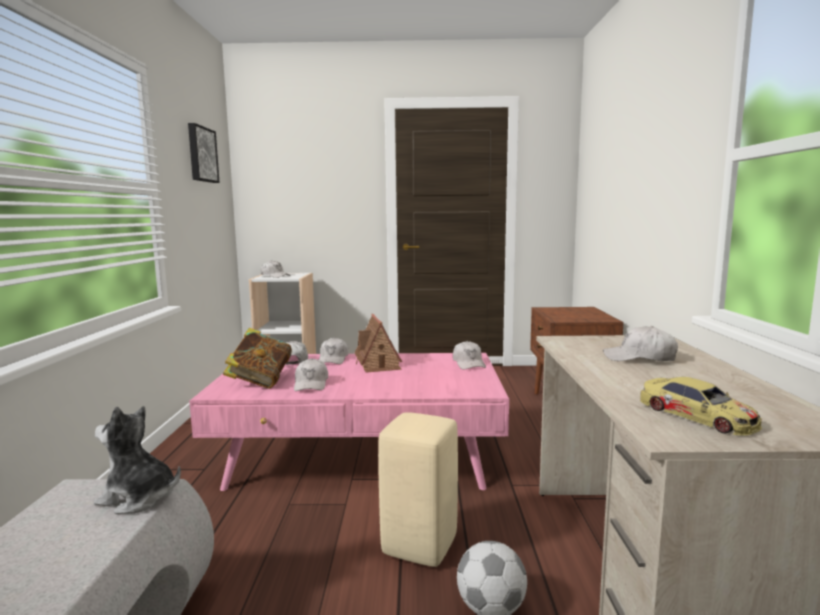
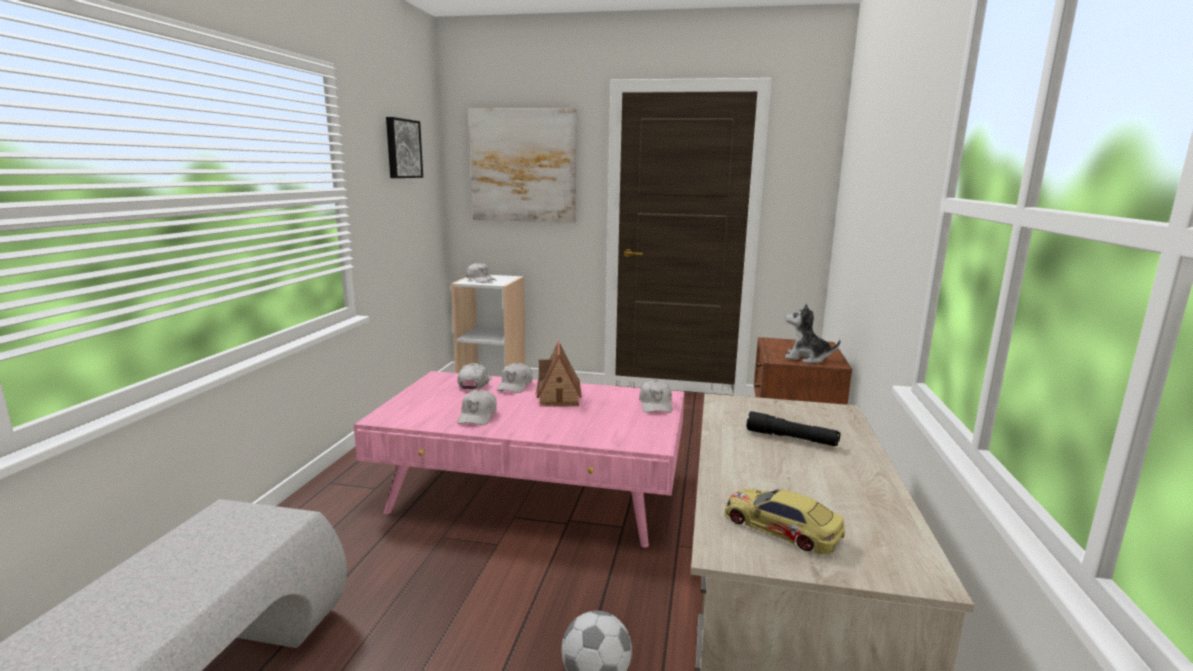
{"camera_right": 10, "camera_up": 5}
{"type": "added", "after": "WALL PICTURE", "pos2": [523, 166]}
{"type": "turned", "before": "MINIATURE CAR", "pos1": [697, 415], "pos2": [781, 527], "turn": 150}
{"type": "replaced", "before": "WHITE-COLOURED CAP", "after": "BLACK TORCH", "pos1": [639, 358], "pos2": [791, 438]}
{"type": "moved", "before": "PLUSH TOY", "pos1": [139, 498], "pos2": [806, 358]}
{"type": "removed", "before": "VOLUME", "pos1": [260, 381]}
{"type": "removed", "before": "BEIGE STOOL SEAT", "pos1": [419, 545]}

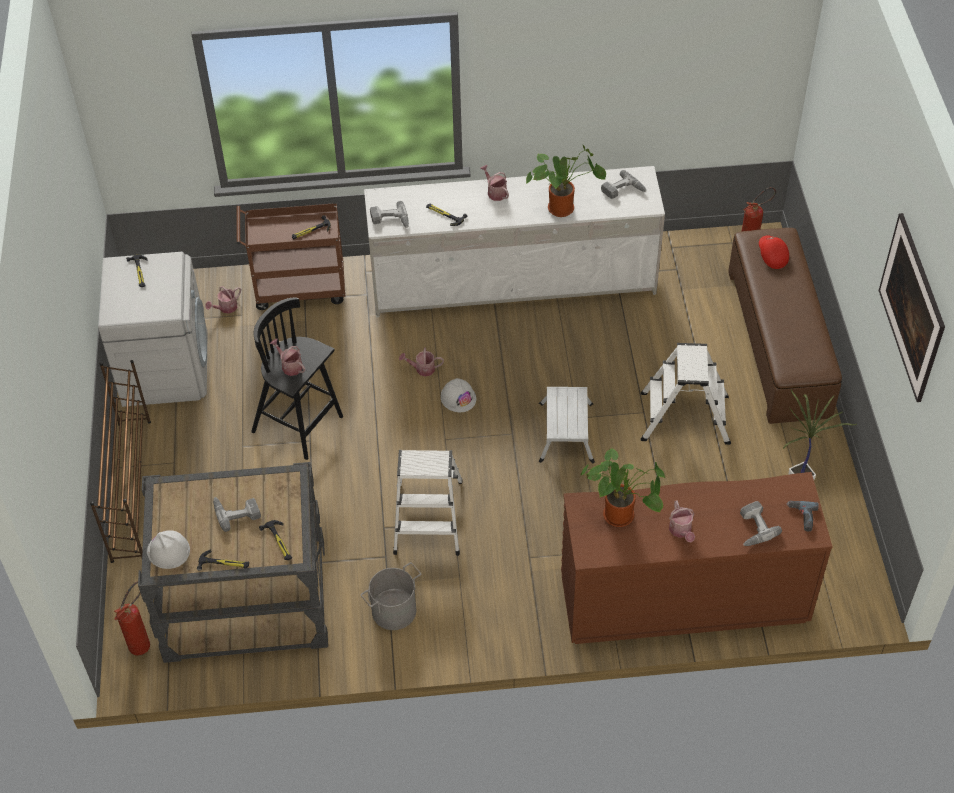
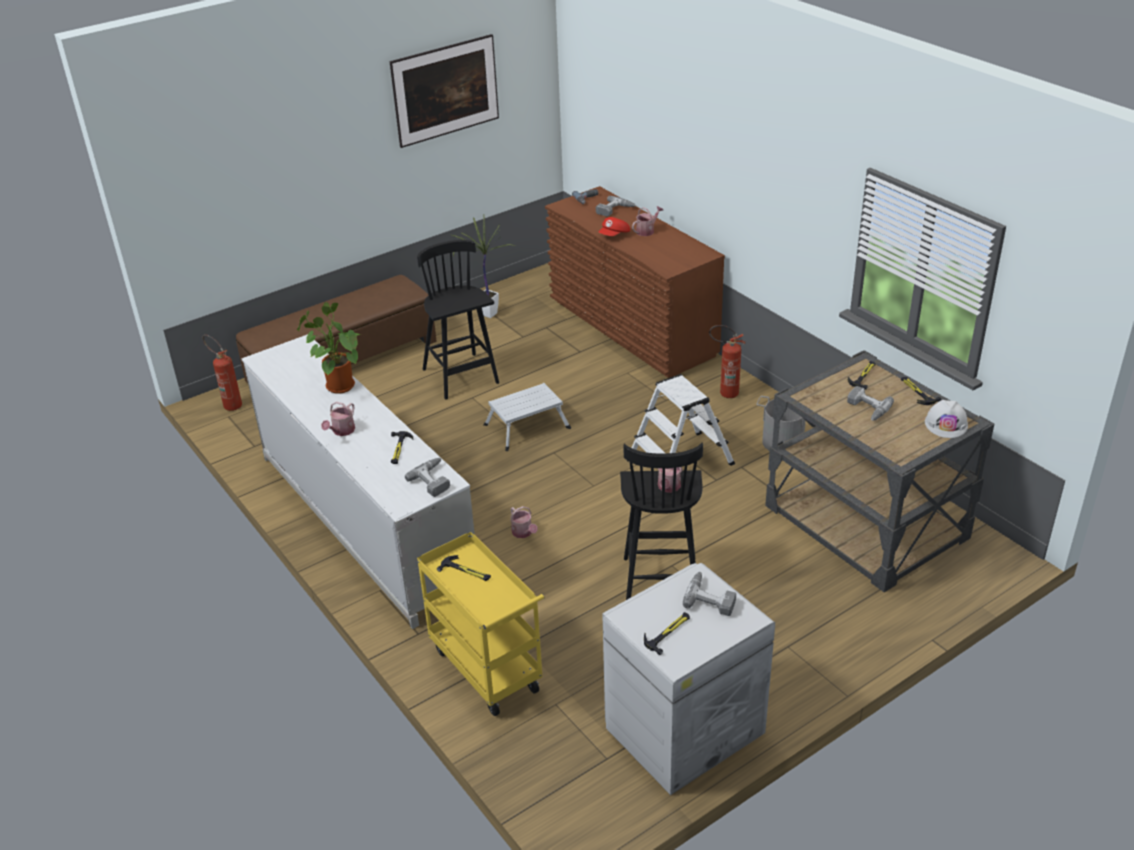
{"camera_right": -120, "camera_up": -15}
{"type": "replaced", "before": "WHITE-COLOURED STEPLADDER", "after": "BLACK STOOL SEAT", "pos1": [685, 418], "pos2": [461, 377]}
{"type": "recoloured", "before": "BROWN-COLOURED CART", "after": "YELLOWISH CART", "pos1": [298, 293], "pos2": [488, 673]}
{"type": "moved", "before": "RED-COLOURED CAP", "pos1": [771, 256], "pos2": [614, 235]}
{"type": "moved", "before": "POWER DRILL", "pos1": [623, 191], "pos2": [711, 597]}
{"type": "moved", "before": "FIRE-FIGHTING CYLINDER", "pos1": [143, 642], "pos2": [724, 393]}
{"type": "removed", "before": "BROWN-COLOURED SHOE SHELF", "pos1": [132, 488]}
{"type": "removed", "before": "SPRINKLING CAN", "pos1": [226, 308]}
{"type": "removed", "before": "WHITE-COLOURED WORK HELMET", "pos1": [458, 398]}
{"type": "removed", "before": "HOUSEPLANT", "pos1": [622, 515]}

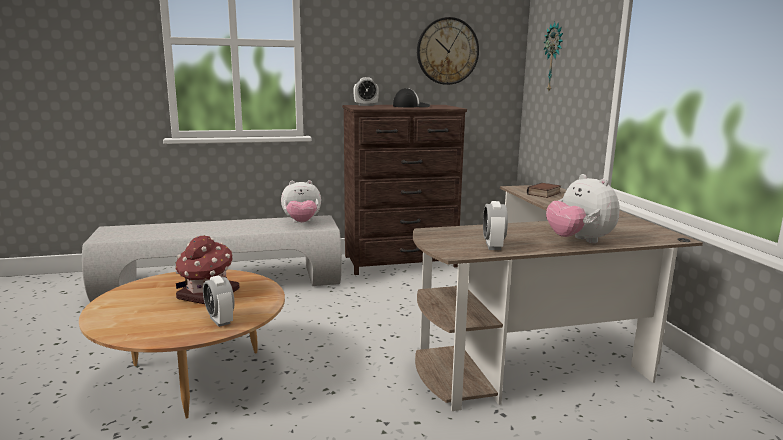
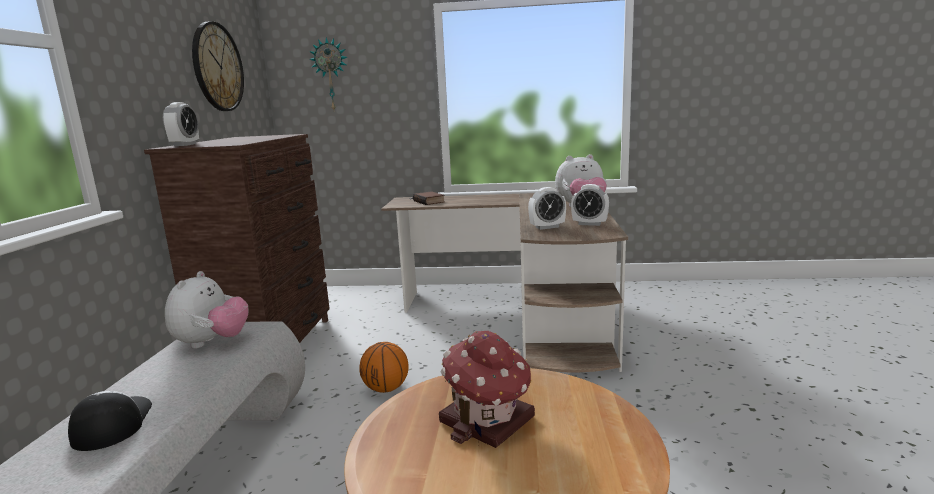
{"camera_right": -70, "camera_up": 0}
{"type": "moved", "before": "CAP", "pos1": [411, 106], "pos2": [111, 424]}
{"type": "added", "after": "BALL FOR BASKETBALL", "pos2": [386, 389]}
{"type": "moved", "before": "ALARM CLOCK", "pos1": [220, 320], "pos2": [547, 227]}

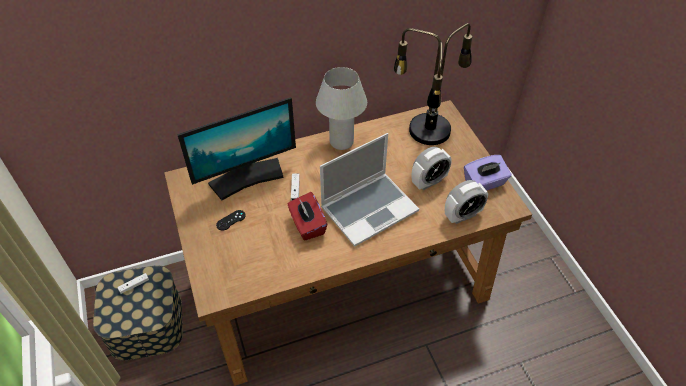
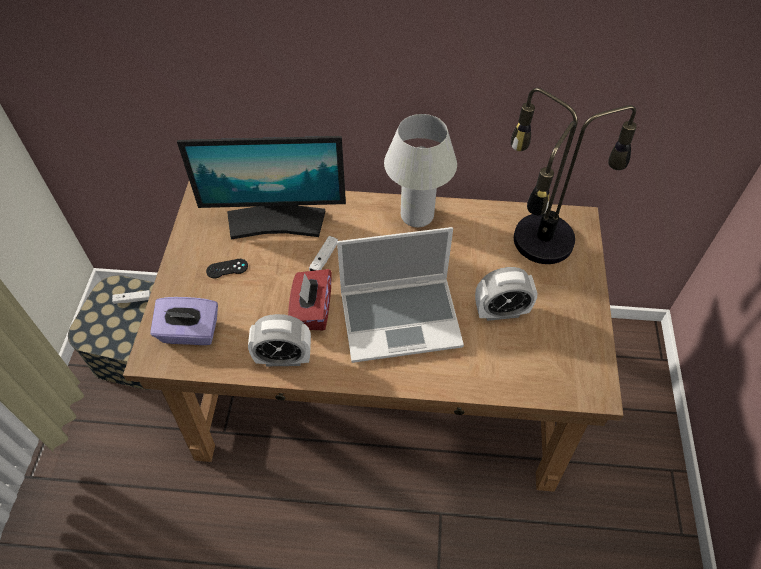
{"camera_right": 25, "camera_up": 5}
{"type": "moved", "before": "PURPLE-COLOURED TISSUE HOLDER", "pos1": [484, 183], "pos2": [190, 333]}
{"type": "moved", "before": "ALARM CLOCK", "pos1": [462, 215], "pos2": [283, 358]}

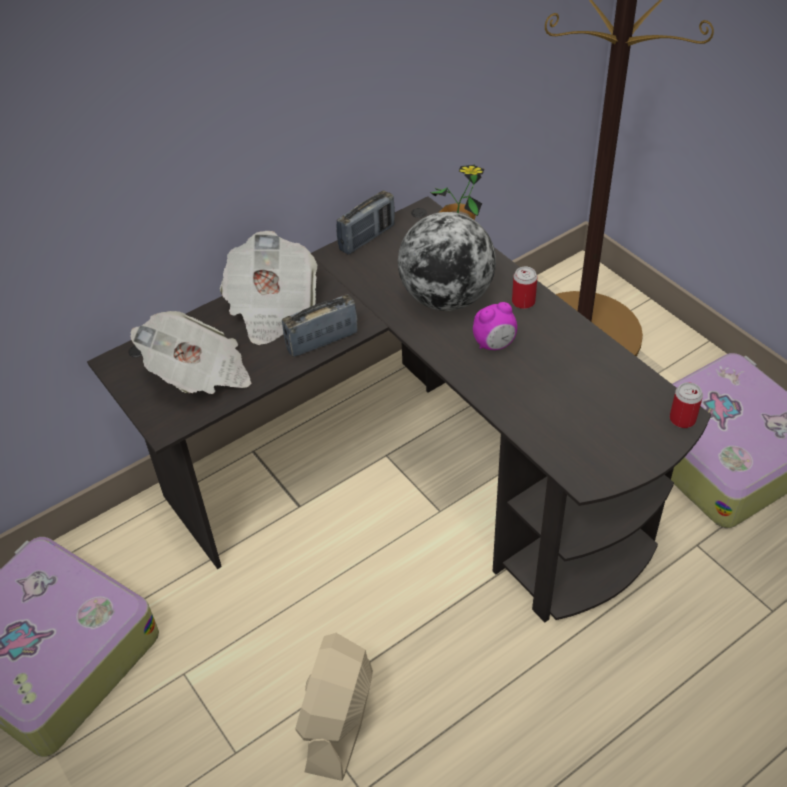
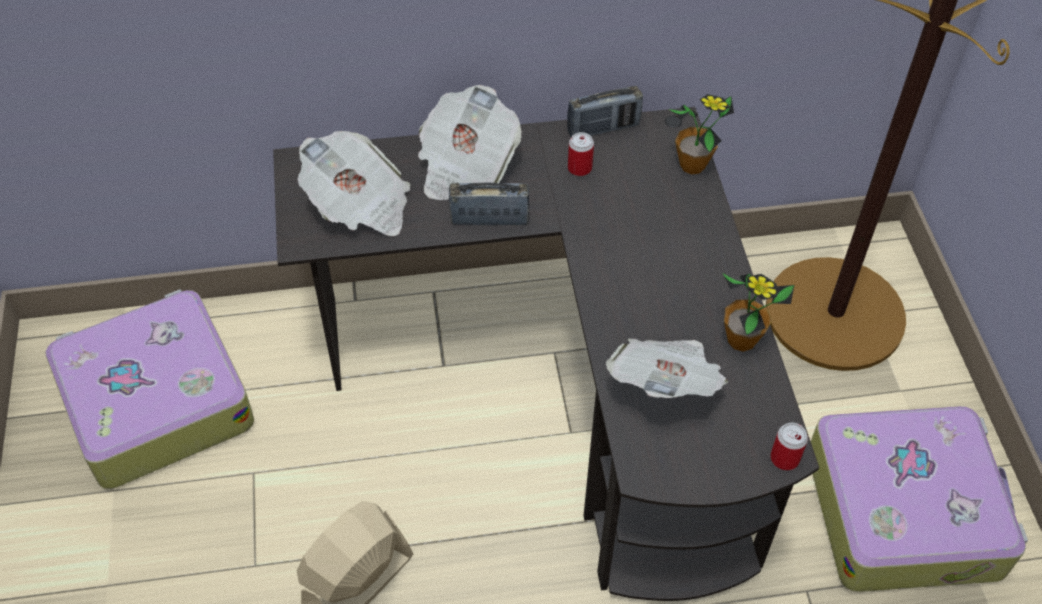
{"camera_right": 25, "camera_up": 5}
{"type": "moved", "before": "METAL CAN", "pos1": [523, 302], "pos2": [579, 168]}
{"type": "added", "after": "PRINTED PAPER", "pos2": [665, 384]}
{"type": "added", "after": "HOUSEPLANT", "pos2": [741, 340]}
{"type": "removed", "before": "DESK GLOBE", "pos1": [446, 298]}
{"type": "removed", "before": "ALARM CLOCK", "pos1": [494, 344]}

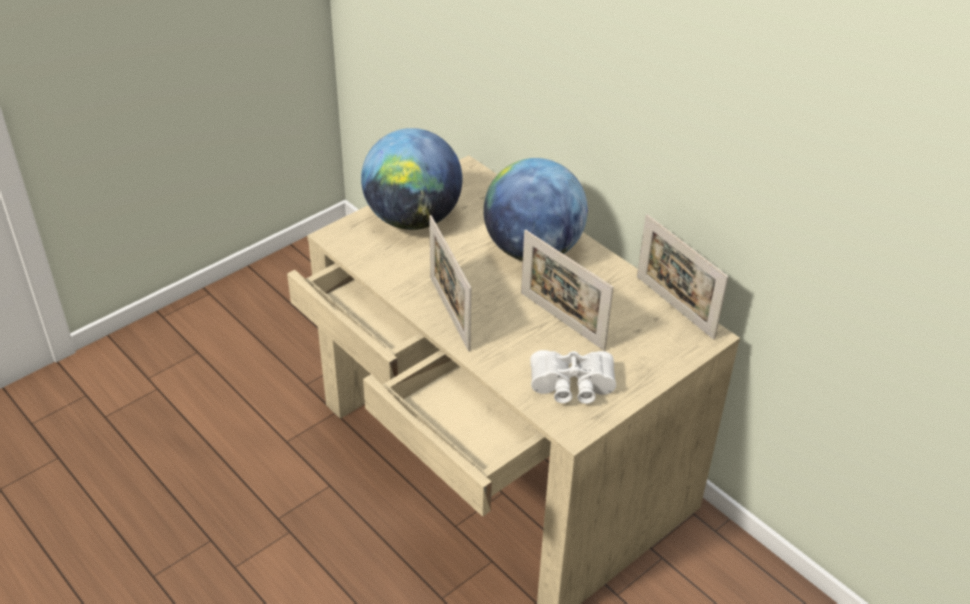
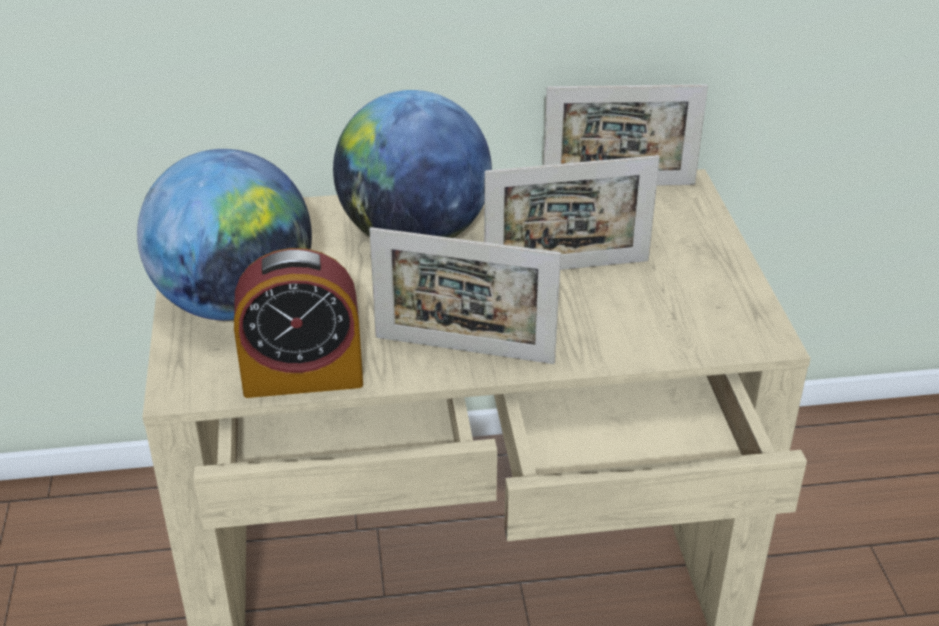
{"camera_right": -55, "camera_up": -5}
{"type": "added", "after": "ALARM CLOCK", "pos2": [303, 376]}
{"type": "removed", "before": "WHITE-COLOURED FIELD GLASSES", "pos1": [572, 387]}

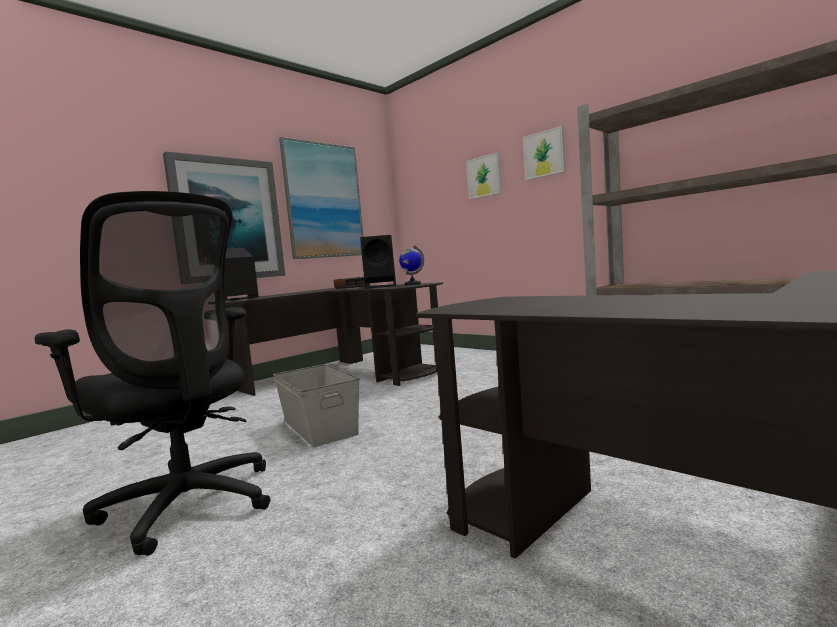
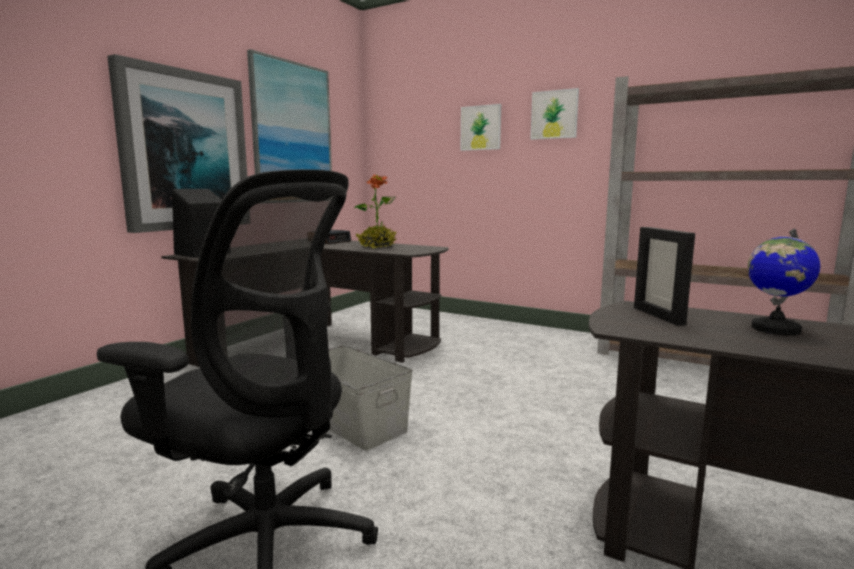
{"camera_right": -15, "camera_up": 5}
{"type": "replaced", "before": "BLACK SPEAKER", "after": "HOUSEPLANT", "pos1": [381, 286], "pos2": [376, 247]}
{"type": "added", "after": "PICTURE FRAME", "pos2": [659, 316]}
{"type": "moved", "before": "DESK GLOBE", "pos1": [412, 284], "pos2": [774, 329]}

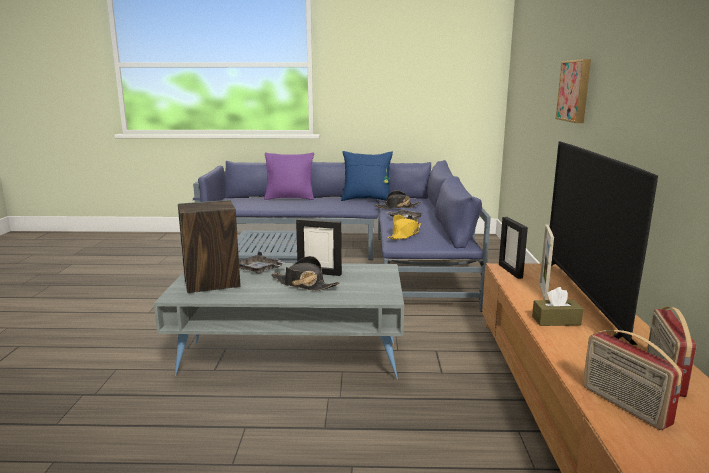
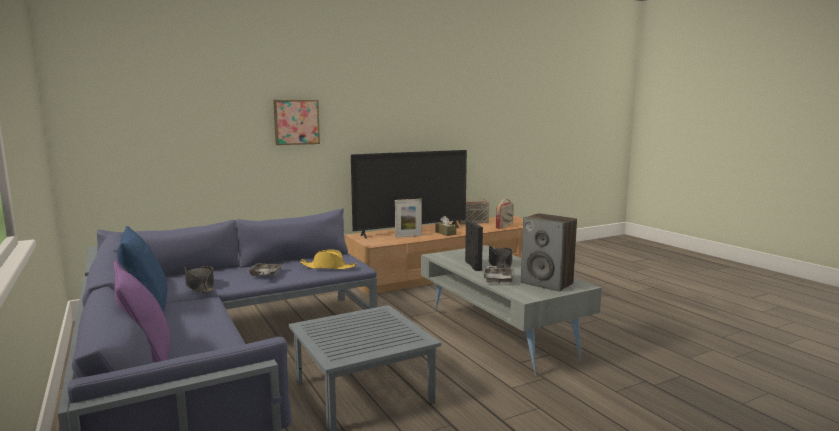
{"camera_right": -120, "camera_up": -5}
{"type": "removed", "before": "PICTURE FRAME", "pos1": [511, 271]}

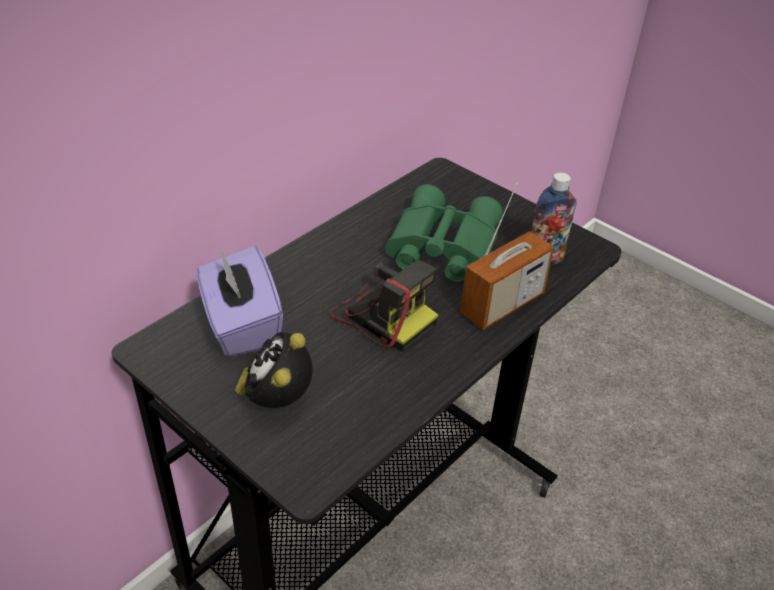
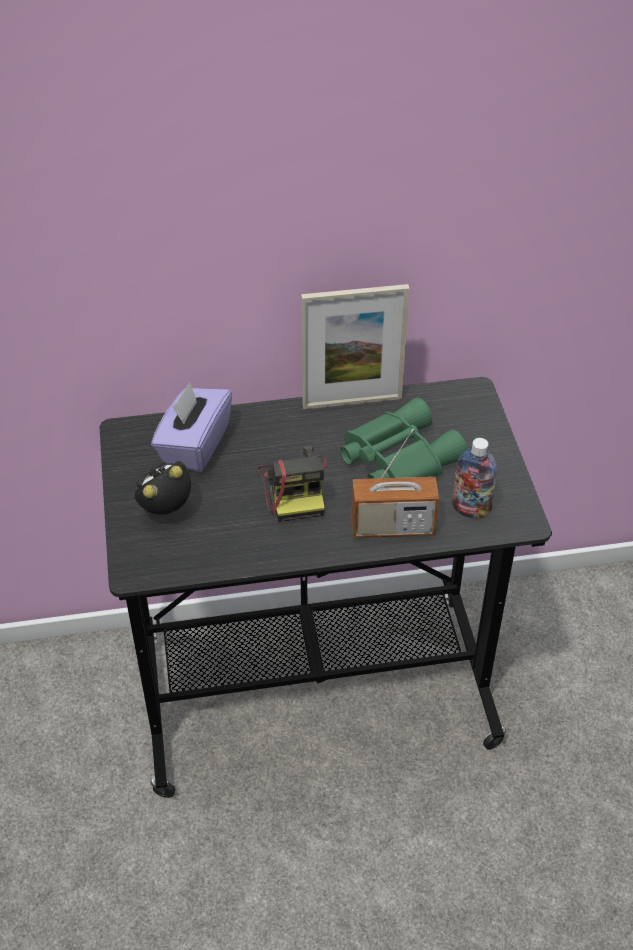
{"camera_right": 40, "camera_up": 5}
{"type": "added", "after": "PICTURE FRAME", "pos2": [352, 401]}

